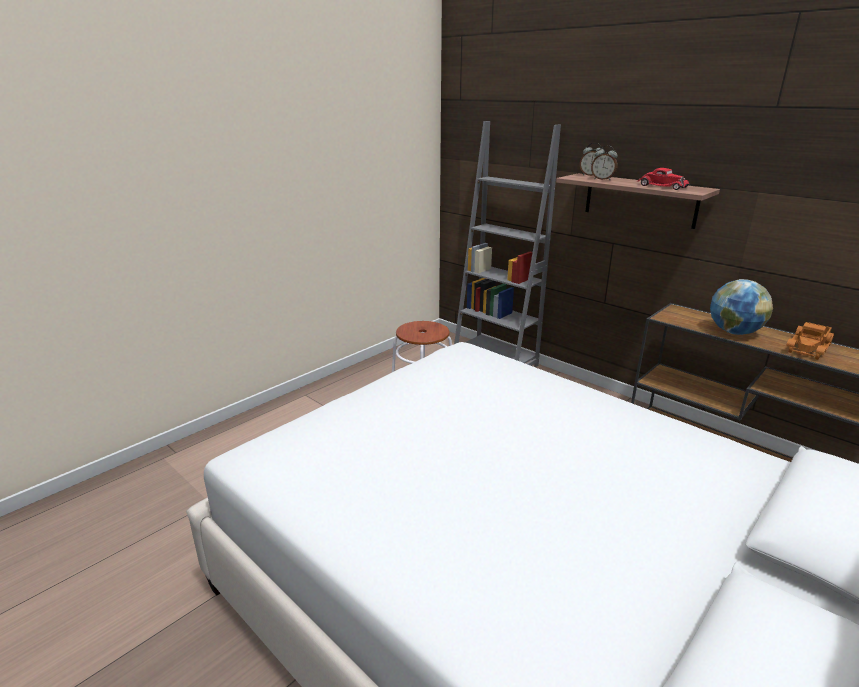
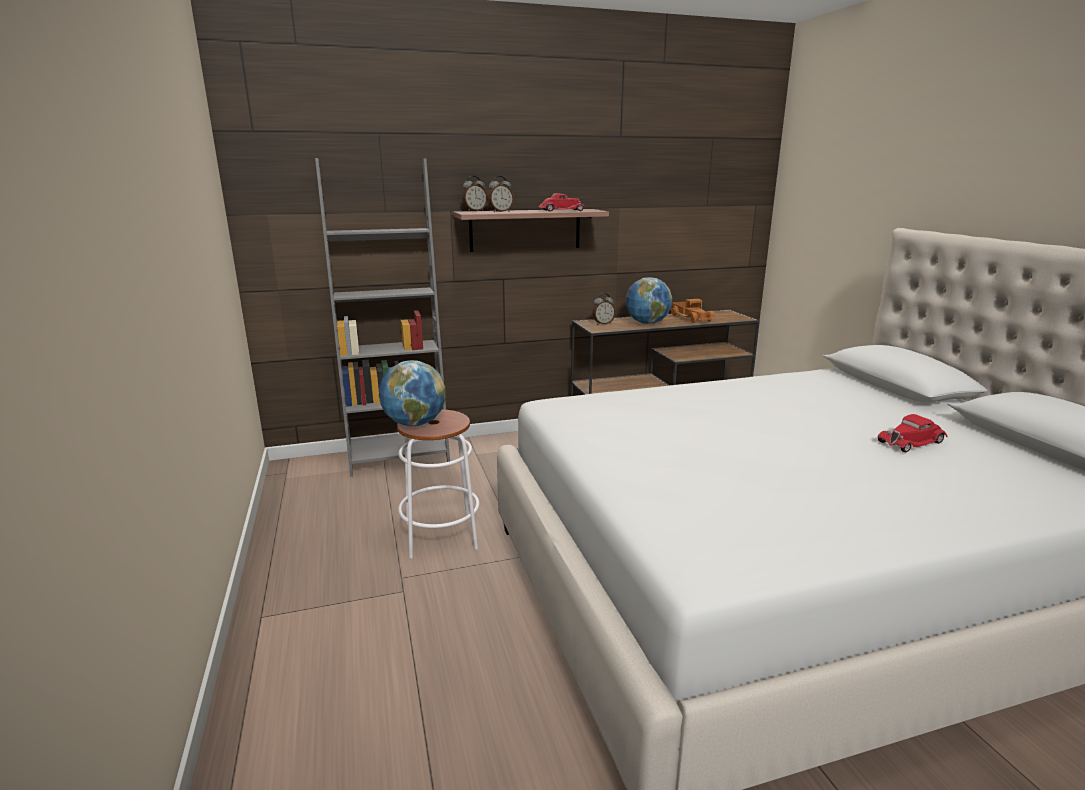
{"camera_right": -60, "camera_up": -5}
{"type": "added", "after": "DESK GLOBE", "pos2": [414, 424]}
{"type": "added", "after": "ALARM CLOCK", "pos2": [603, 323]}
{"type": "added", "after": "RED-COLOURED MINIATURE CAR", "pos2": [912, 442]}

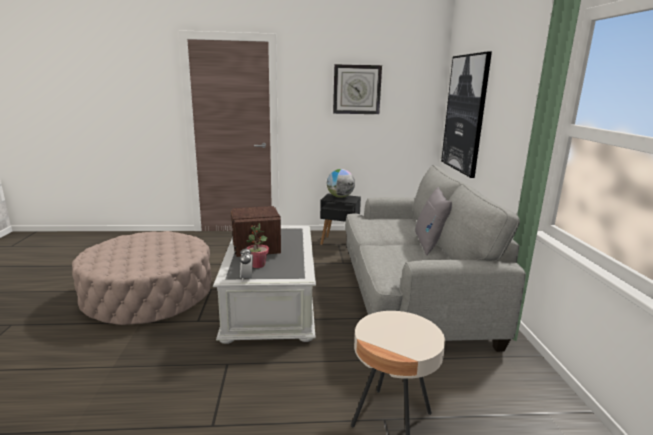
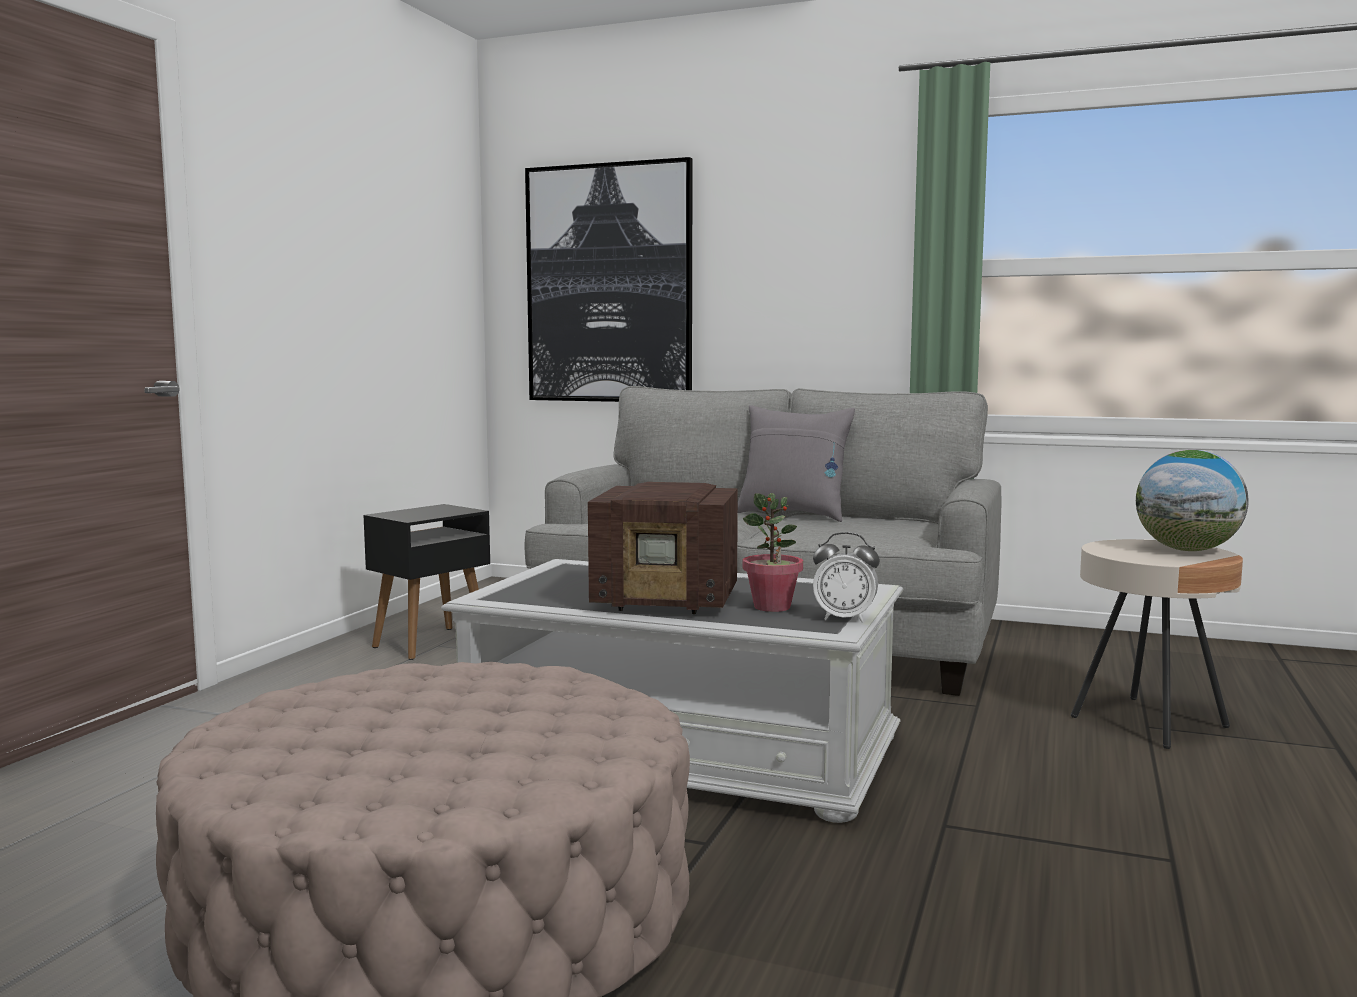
{"camera_right": -65, "camera_up": -10}
{"type": "moved", "before": "DESK GLOBE", "pos1": [340, 197], "pos2": [1187, 550]}
{"type": "removed", "before": "HANGING CLOCK", "pos1": [357, 89]}

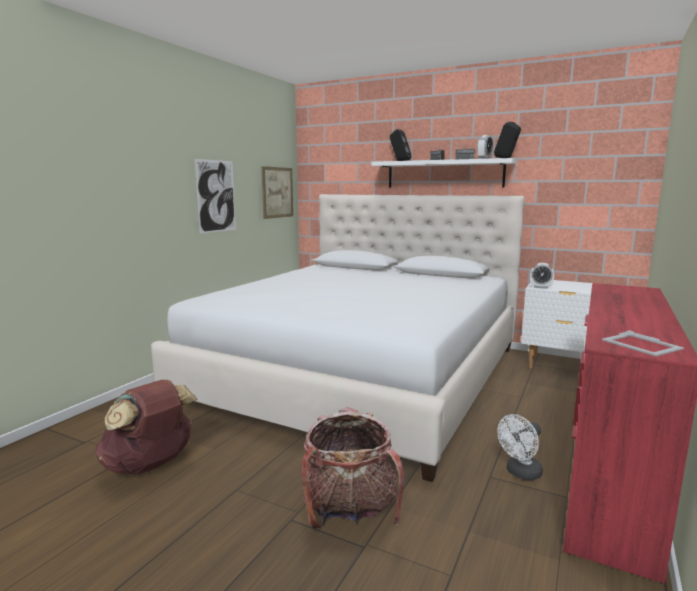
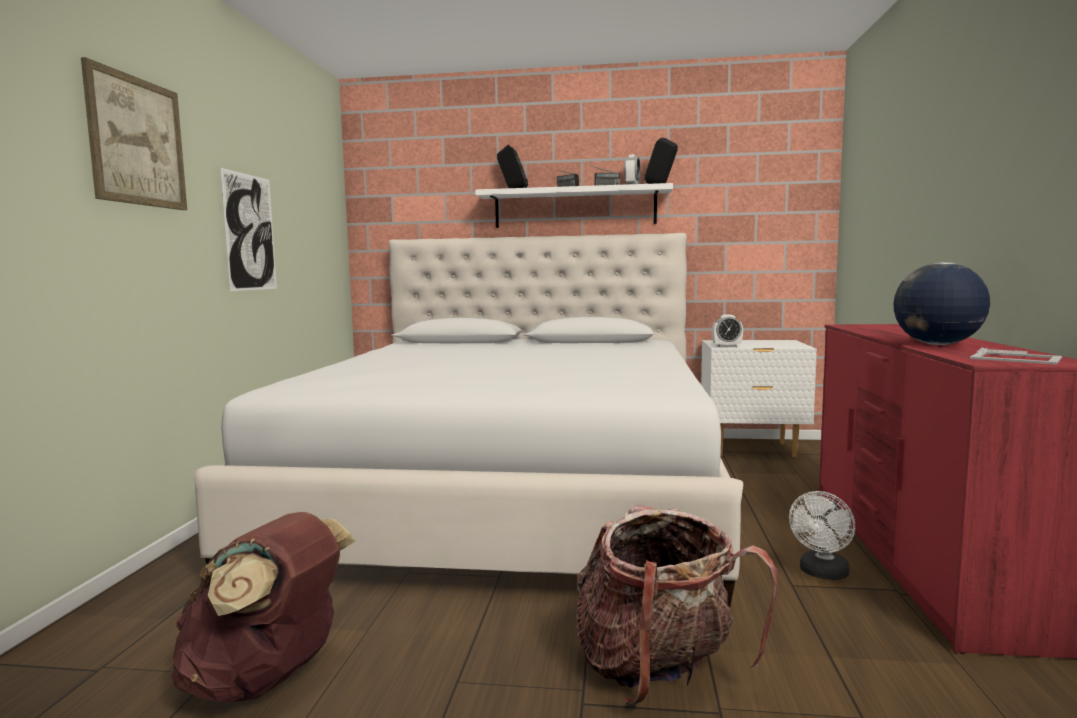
{"camera_right": -20, "camera_up": -5}
{"type": "moved", "before": "WALL PICTURE", "pos1": [277, 192], "pos2": [137, 141]}
{"type": "added", "after": "DESK GLOBE", "pos2": [937, 344]}

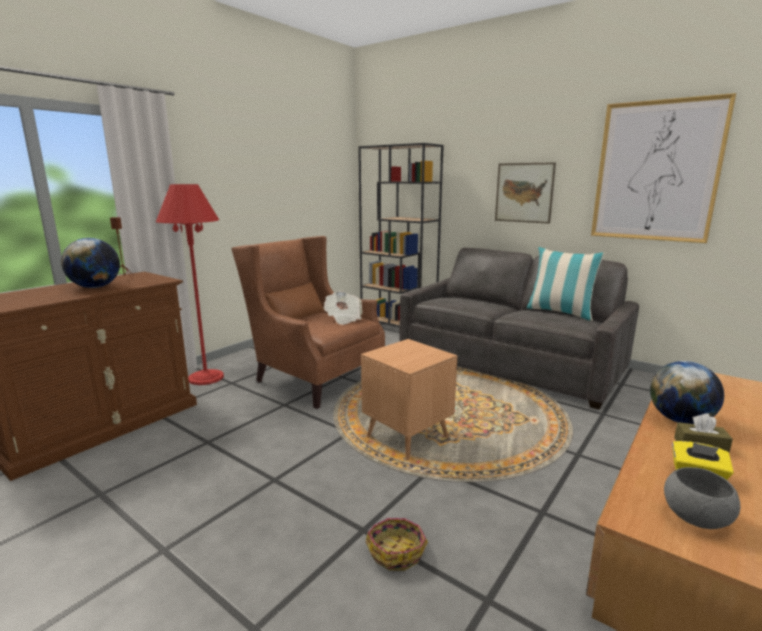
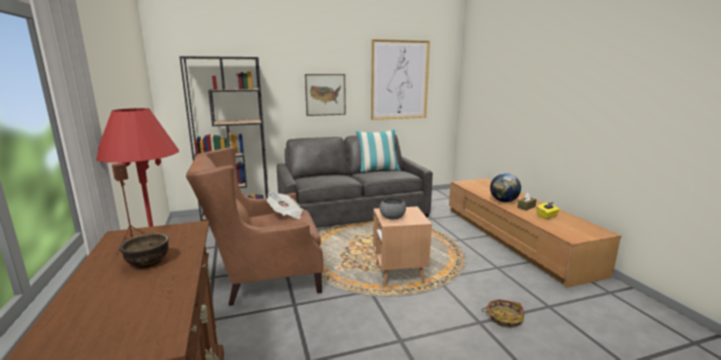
{"camera_right": -55, "camera_up": 0}
{"type": "replaced", "before": "DESK GLOBE", "after": "BROWN-COLOURED DEEP DISH", "pos1": [95, 287], "pos2": [148, 262]}
{"type": "moved", "before": "GRAY DEEP DISH", "pos1": [695, 517], "pos2": [392, 217]}

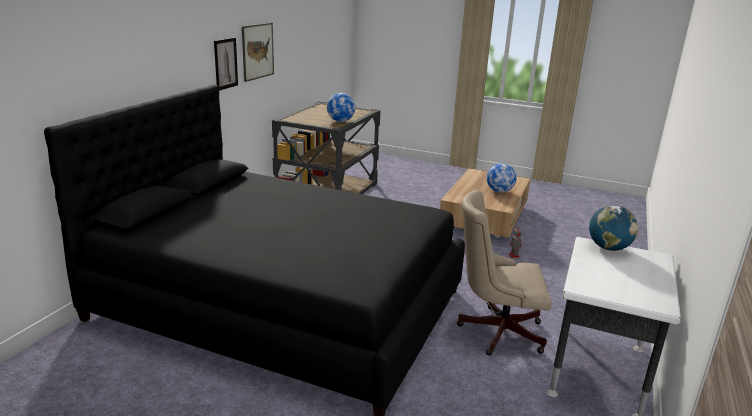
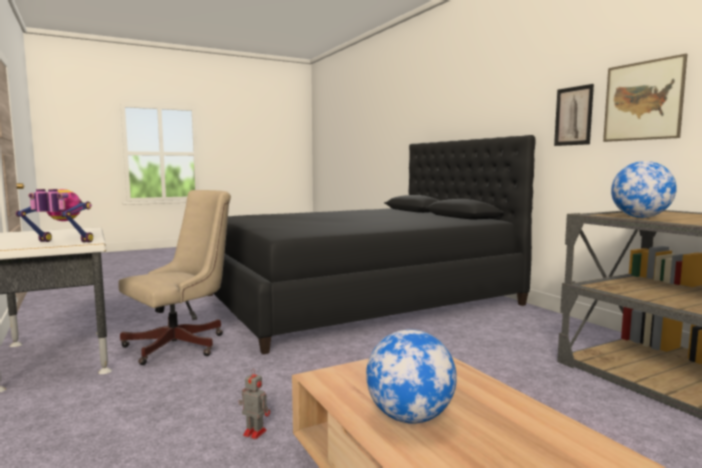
{"camera_right": 130, "camera_up": -15}
{"type": "replaced", "before": "DESK GLOBE", "after": "TOY ROBOT", "pos1": [608, 248], "pos2": [61, 243]}

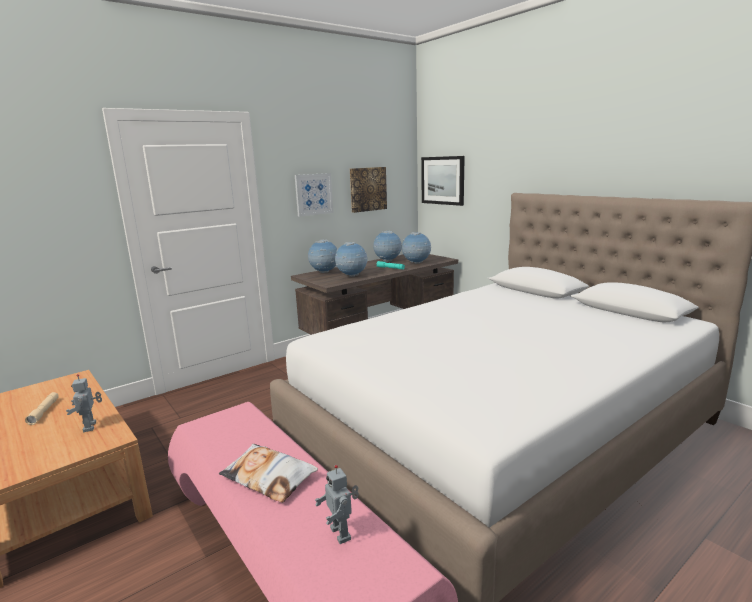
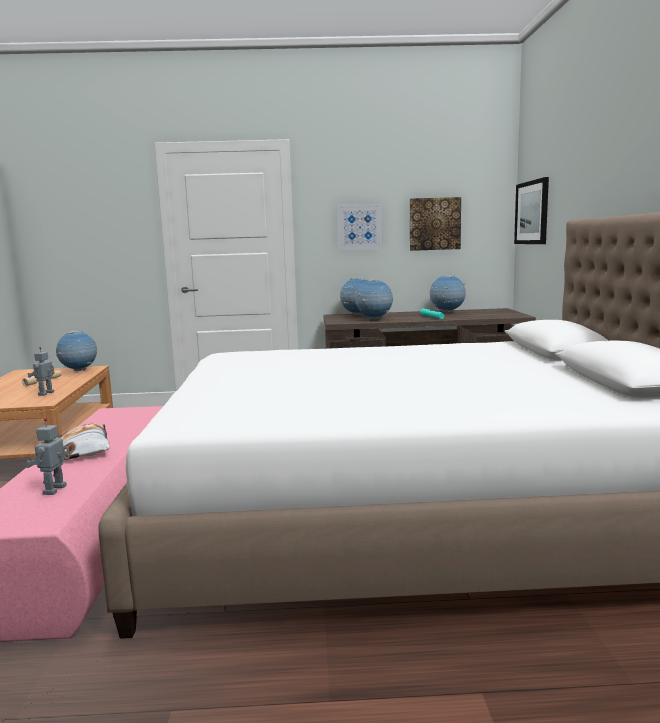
{"camera_right": 35, "camera_up": -5}
{"type": "moved", "before": "DESK GLOBE", "pos1": [416, 263], "pos2": [79, 371]}

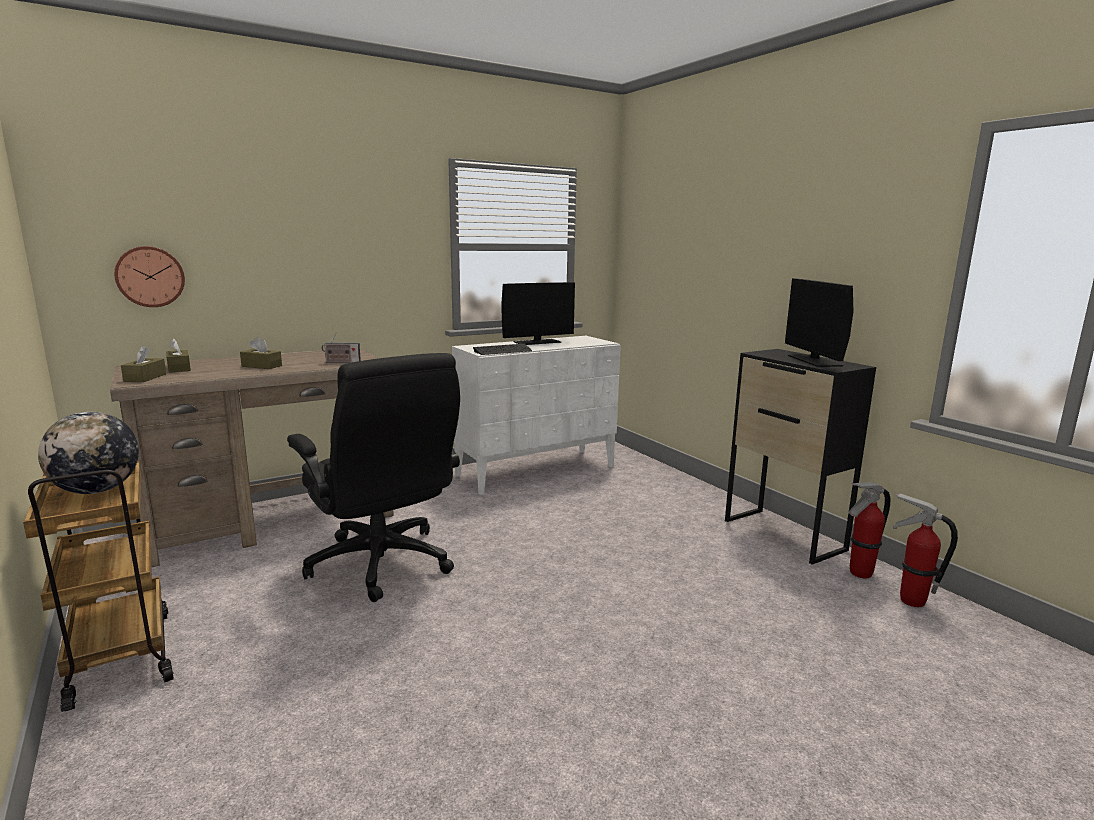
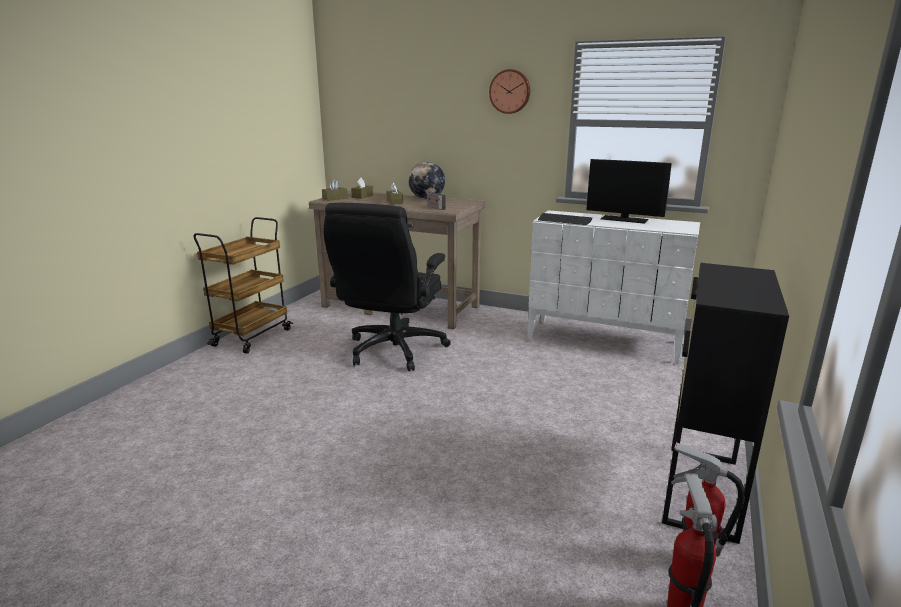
{"camera_right": 55, "camera_up": 5}
{"type": "moved", "before": "DESK GLOBE", "pos1": [97, 491], "pos2": [427, 199]}
{"type": "moved", "before": "HANGING CLOCK", "pos1": [150, 276], "pos2": [510, 91]}
{"type": "removed", "before": "MONITOR", "pos1": [814, 360]}

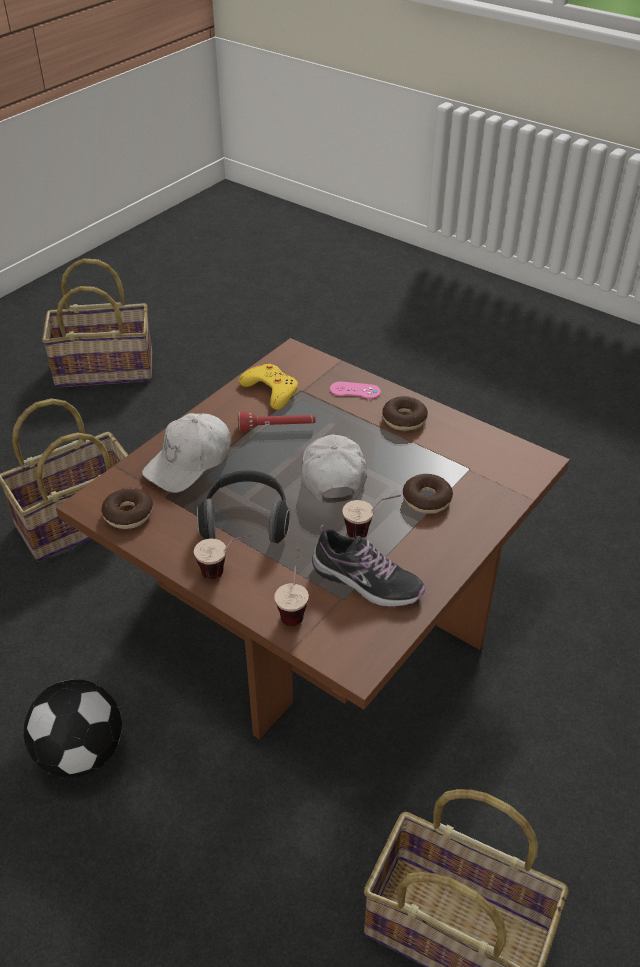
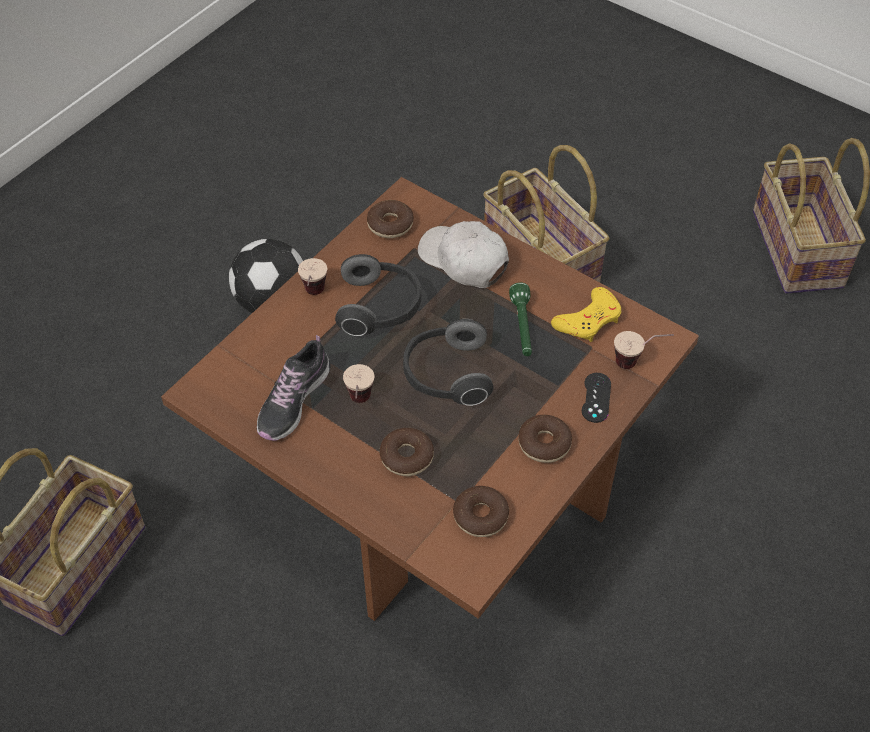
{"camera_right": 90, "camera_up": 10}
{"type": "replaced", "before": "WHITE-COLOURED CAP", "after": "HEADSET", "pos1": [332, 474], "pos2": [446, 375]}
{"type": "added", "after": "DONUT", "pos2": [480, 516]}
{"type": "recoloured", "before": "RED-COLOURED TORCH", "after": "GREENISH TORCH", "pos1": [277, 427], "pos2": [522, 327]}
{"type": "recoloured", "before": "PINKISH GAMEPAD", "after": "BLACK GAMEPAD", "pos1": [355, 390], "pos2": [596, 397]}
{"type": "moved", "before": "DRINKING CUP", "pos1": [294, 607], "pos2": [638, 363]}

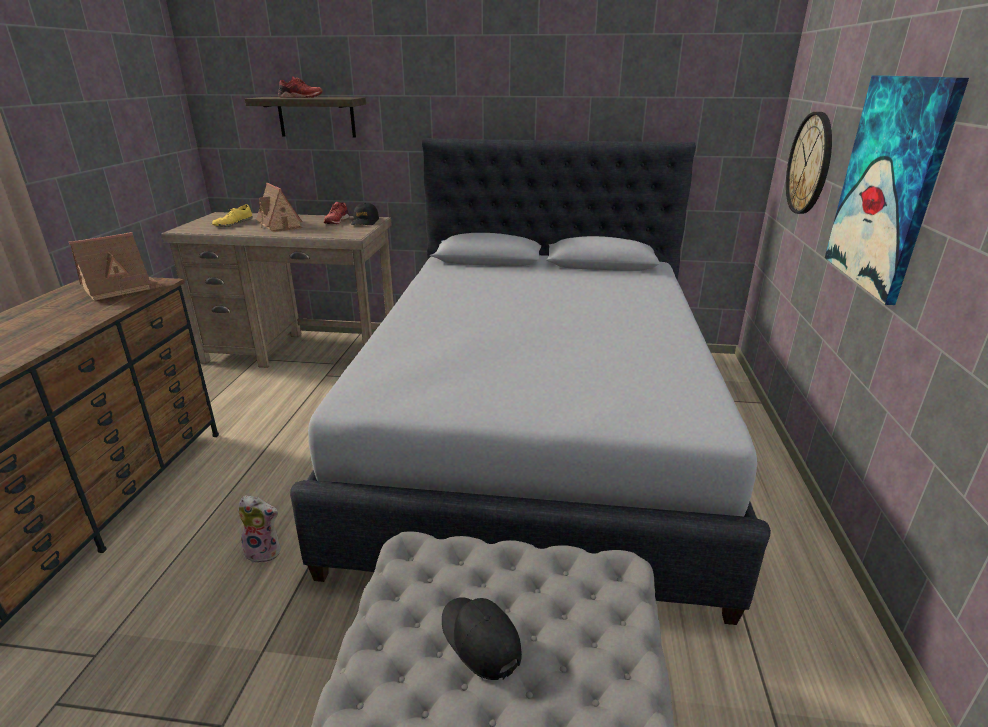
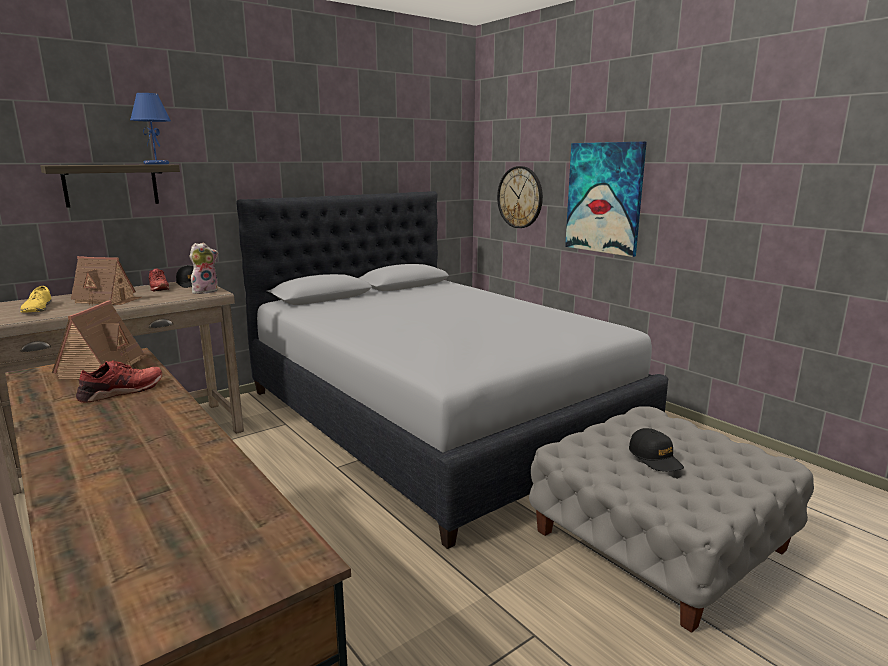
{"camera_right": -45, "camera_up": -10}
{"type": "moved", "before": "RED-COLOURED ITEM OF FOOTWEAR", "pos1": [300, 97], "pos2": [122, 391]}
{"type": "added", "after": "BLUE-COLOURED TABLETOP LAMP", "pos2": [156, 164]}
{"type": "moved", "before": "PLUSH TOY", "pos1": [265, 551], "pos2": [205, 291]}
{"type": "turned", "before": "BLACK CAP", "pos1": [479, 639], "pos2": [655, 458], "turn": -120}

